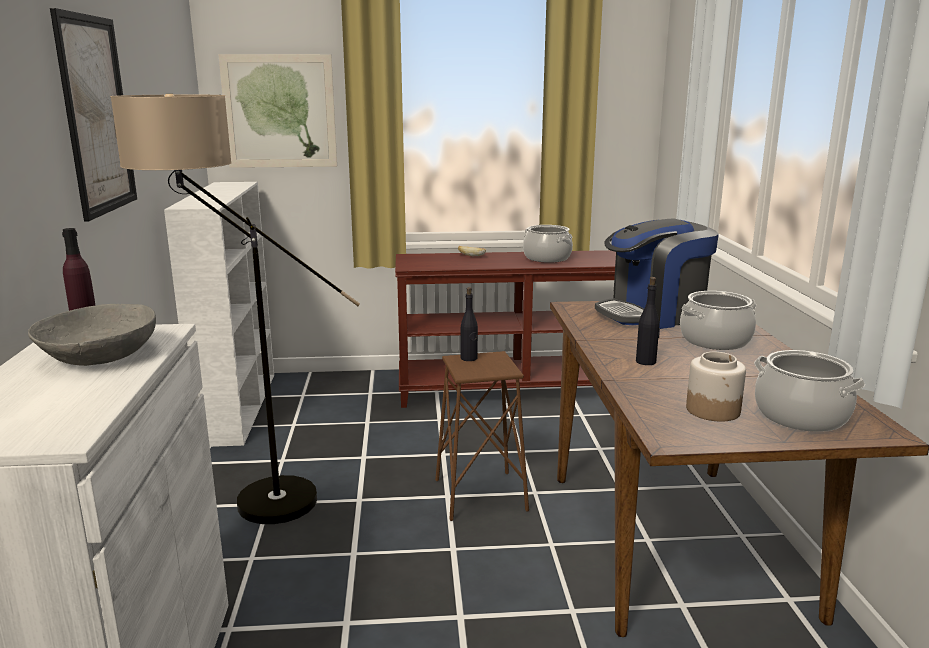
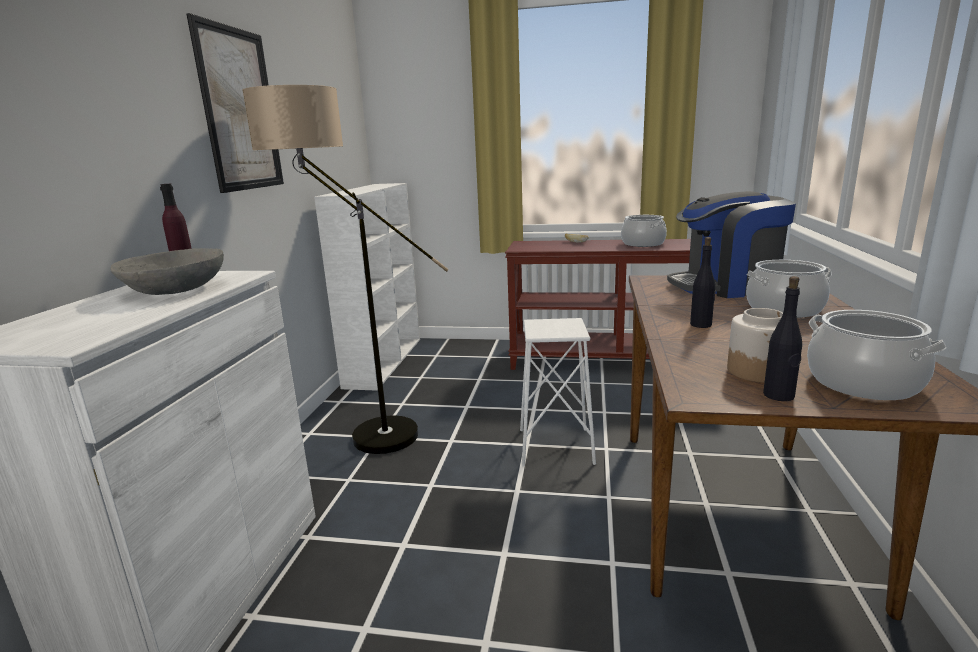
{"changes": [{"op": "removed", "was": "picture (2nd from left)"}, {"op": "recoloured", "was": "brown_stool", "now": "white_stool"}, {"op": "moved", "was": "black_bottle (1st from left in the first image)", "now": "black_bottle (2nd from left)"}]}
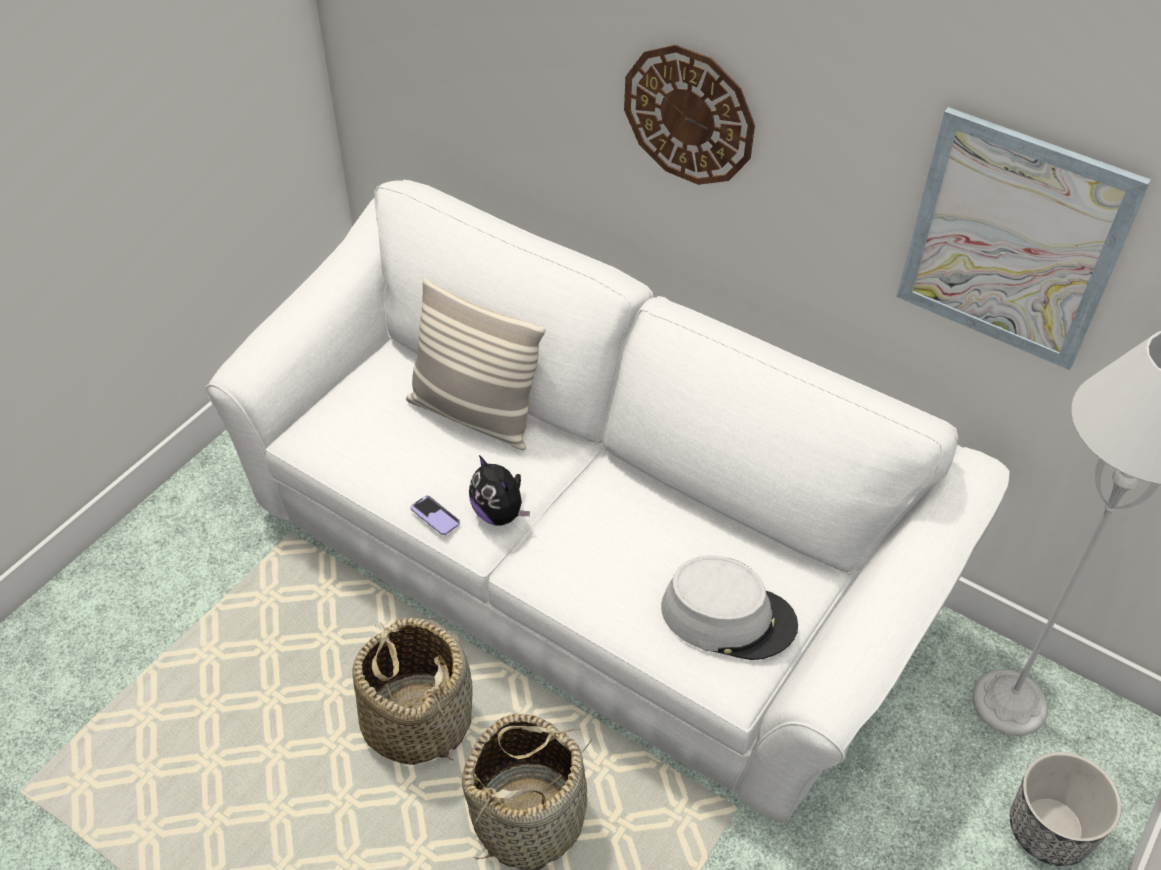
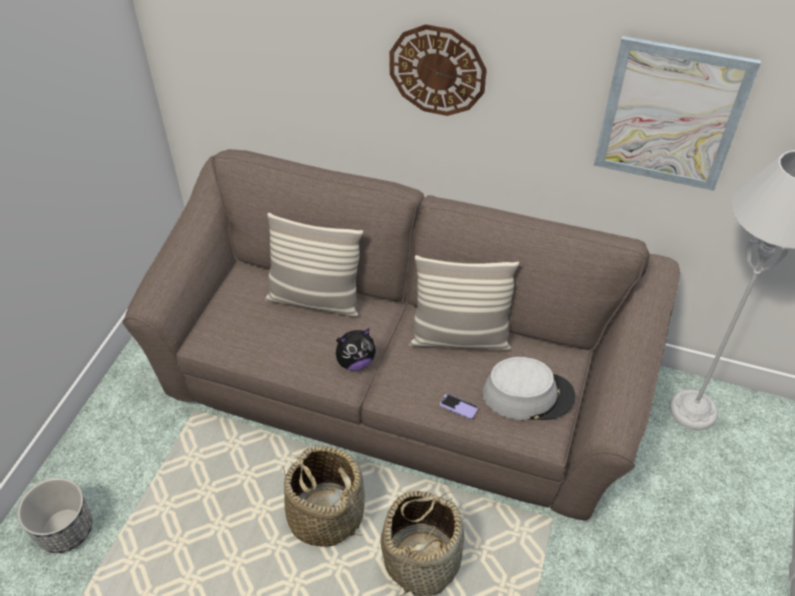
{"changes": [{"op": "recoloured", "was": "white_sofa", "now": "brown_sofa"}, {"op": "moved", "was": "phone"}, {"op": "turned", "was": "plush_toy", "clockwise": -60}, {"op": "moved", "was": "planter"}, {"op": "added", "now": "pillow (2nd from left)"}]}
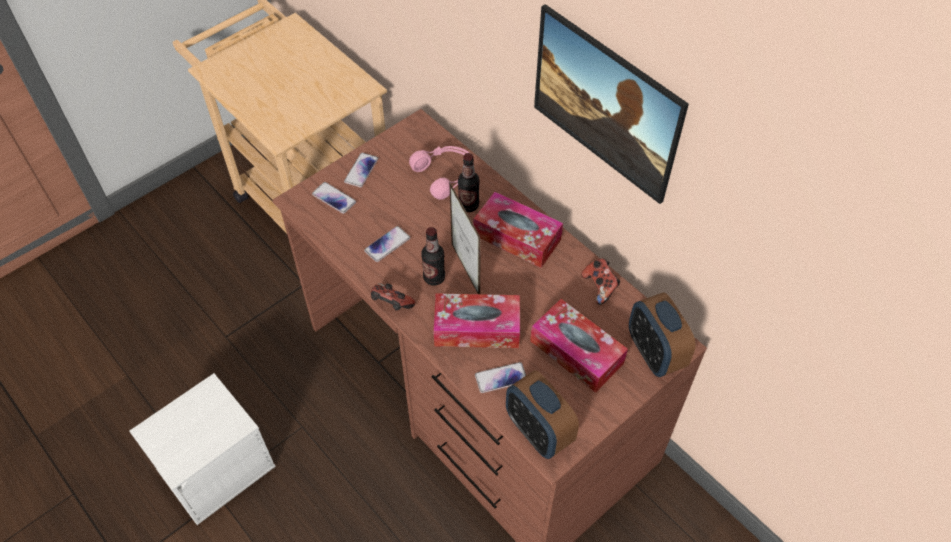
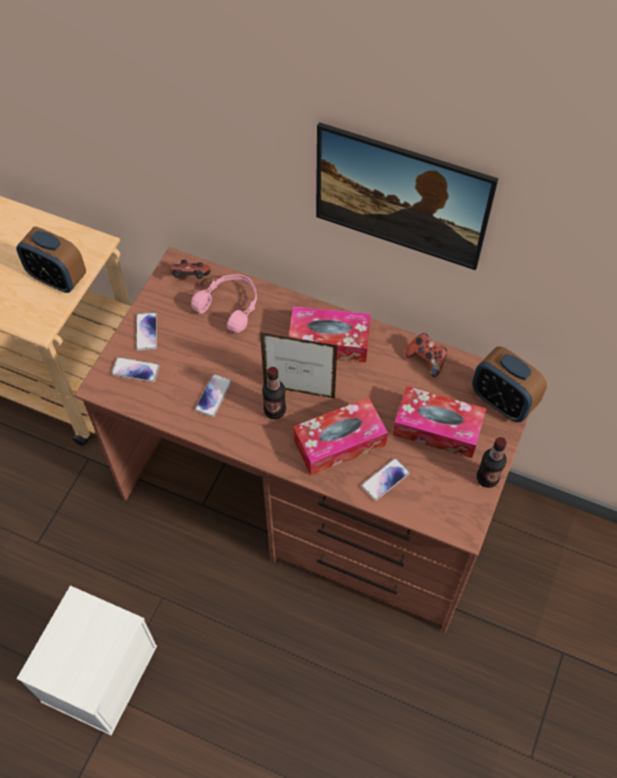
{"changes": [{"op": "moved", "was": "game_controller (1st from left)"}, {"op": "turned", "was": "picture_frame", "clockwise": 150}, {"op": "moved", "was": "bottle (2nd from left)"}, {"op": "moved", "was": "alarm_clock (1st from left)"}]}
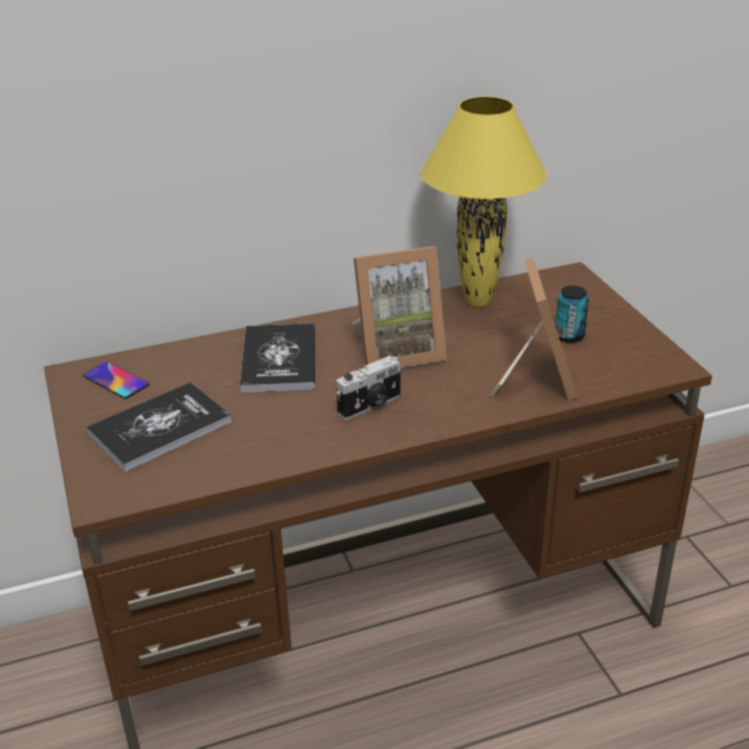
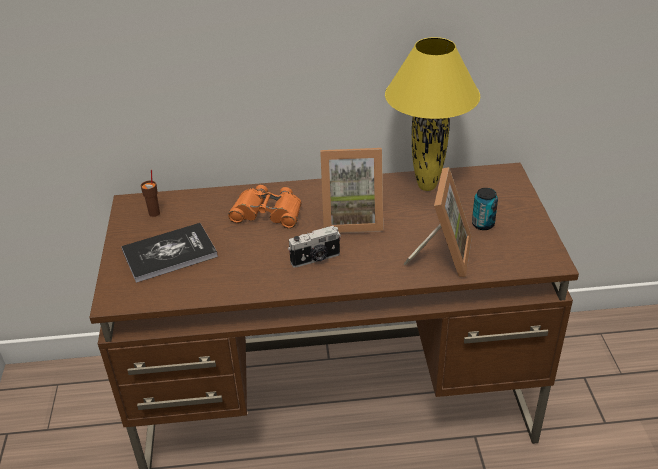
{"changes": [{"op": "replaced", "was": "phone", "now": "brown_cup"}, {"op": "replaced", "was": "book (2nd from left)", "now": "orange_binoculars"}]}
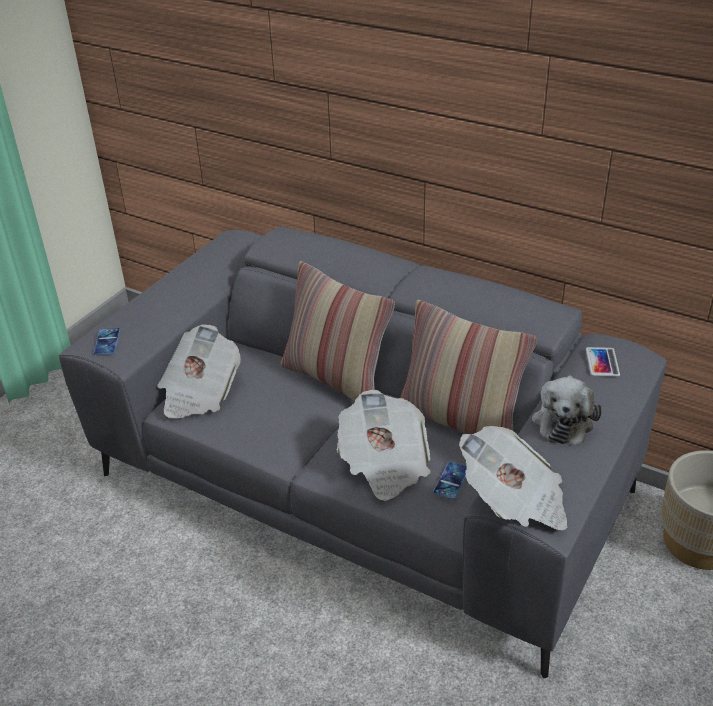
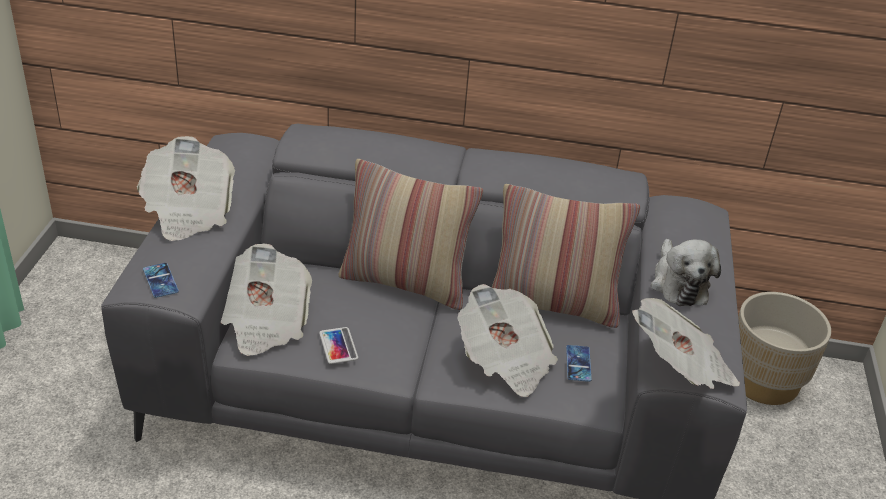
{"changes": [{"op": "moved", "was": "phone (3rd from left in the first image)", "now": "phone (2nd from left)"}, {"op": "added", "now": "newspaper (1st from left)"}]}
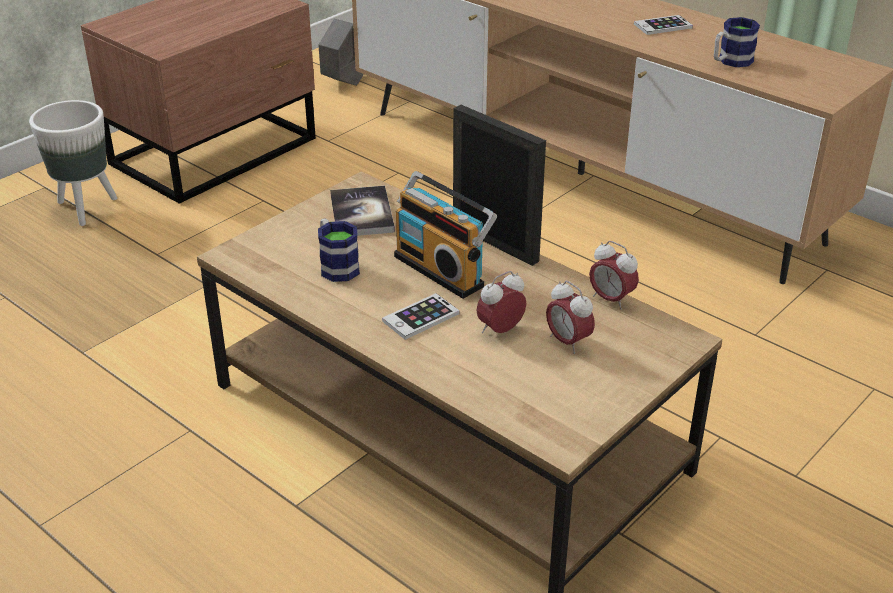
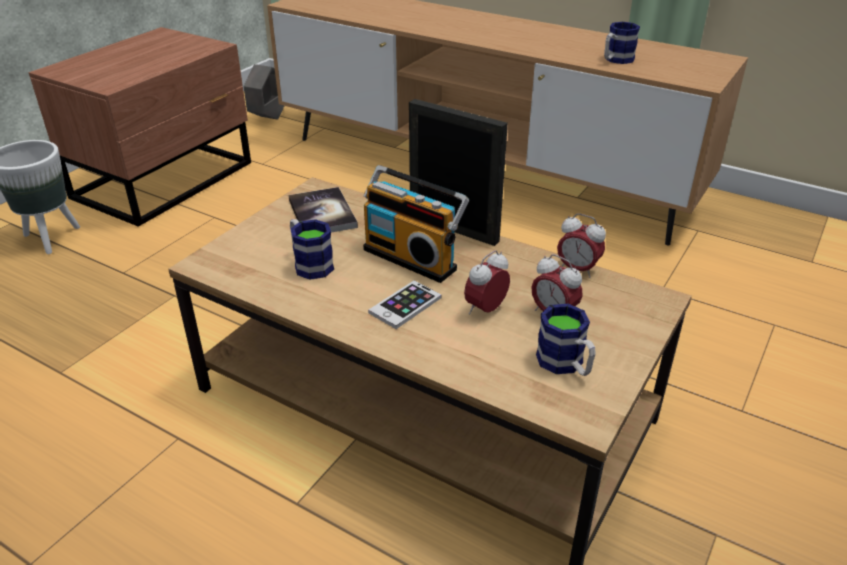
{"changes": [{"op": "removed", "was": "phone (2nd from left)"}, {"op": "added", "now": "mug (2nd from left)"}]}
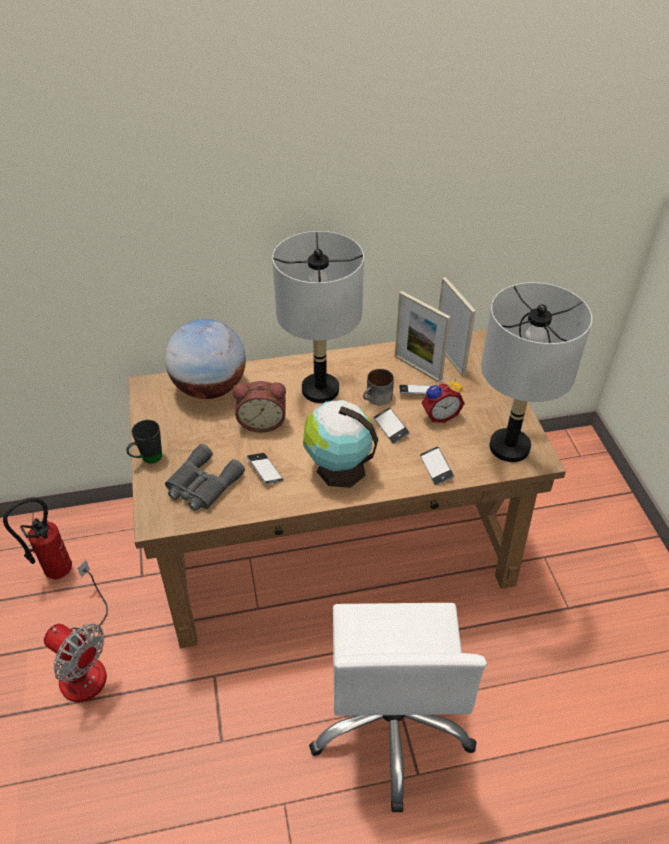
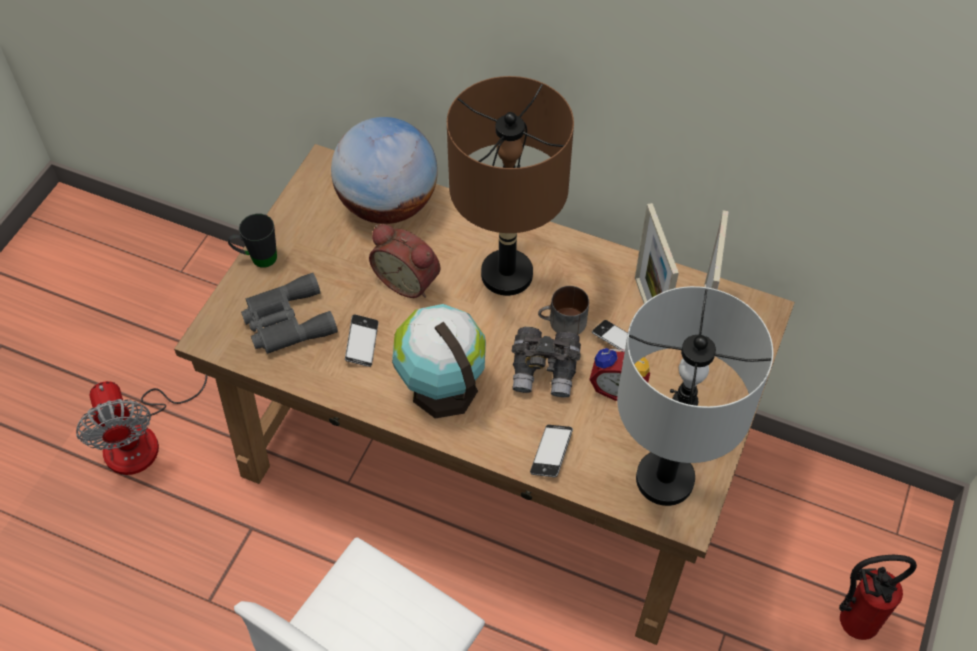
{"changes": [{"op": "moved", "was": "fire_extinguisher"}, {"op": "recoloured", "was": "grey_table_lamp (1st from left)", "now": "brown_table_lamp"}, {"op": "replaced", "was": "phone (2nd from left)", "now": "grey_binoculars (2nd from left)"}]}
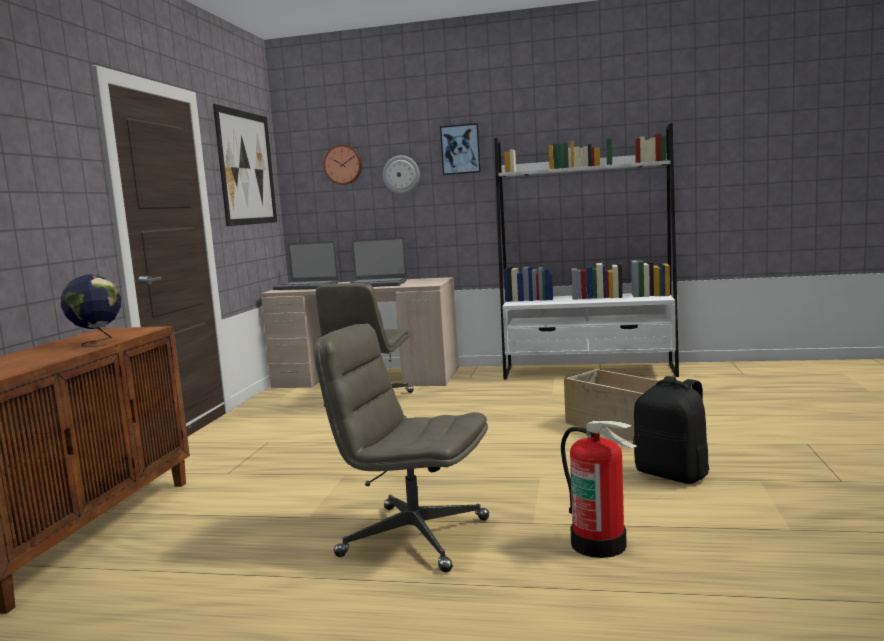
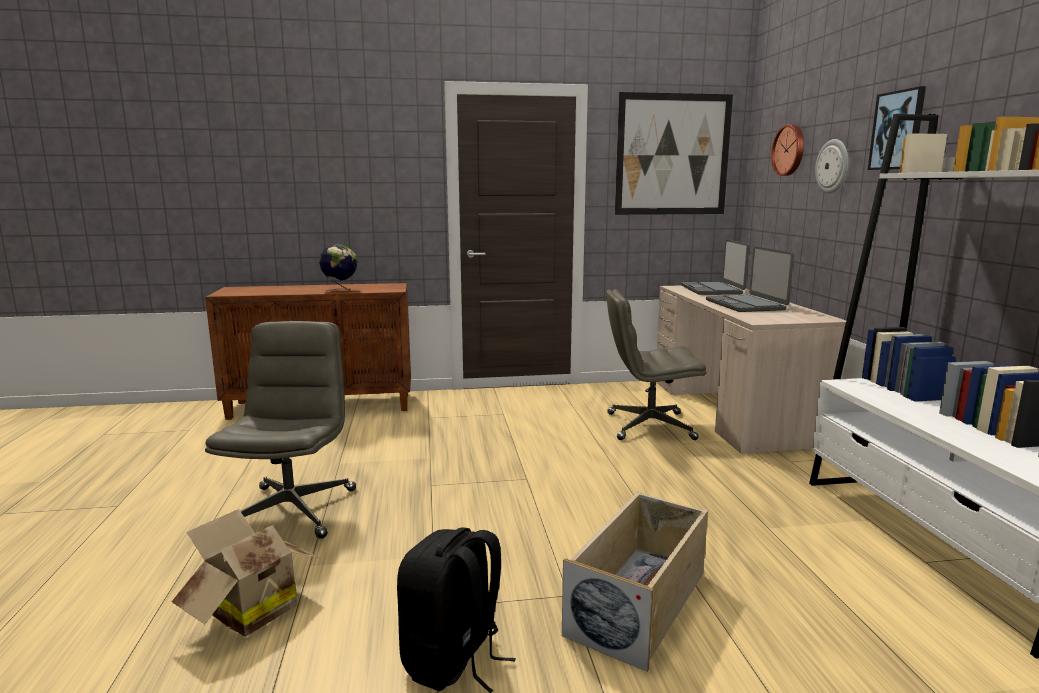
{"changes": [{"op": "replaced", "was": "fire_extinguisher", "now": "cardboard_box"}]}
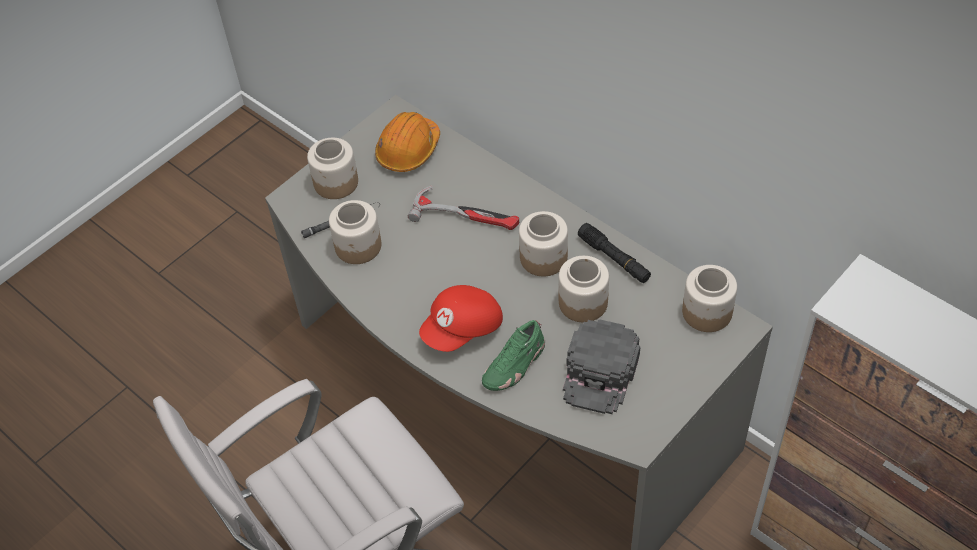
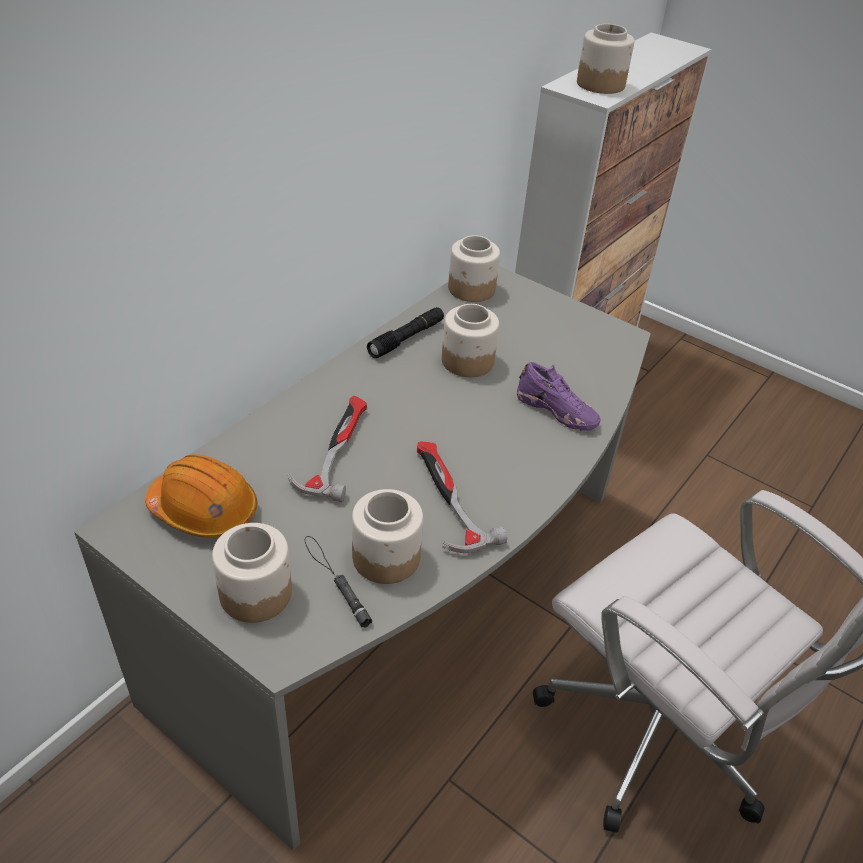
{"changes": [{"op": "removed", "was": "red_cap"}, {"op": "recoloured", "was": "green_shoe", "now": "purple_shoe"}, {"op": "moved", "was": "jar (3rd from left in the first image)", "now": "jar (5th from left)"}, {"op": "removed", "was": "black_cap"}, {"op": "added", "now": "hammer (2nd from left)"}]}
